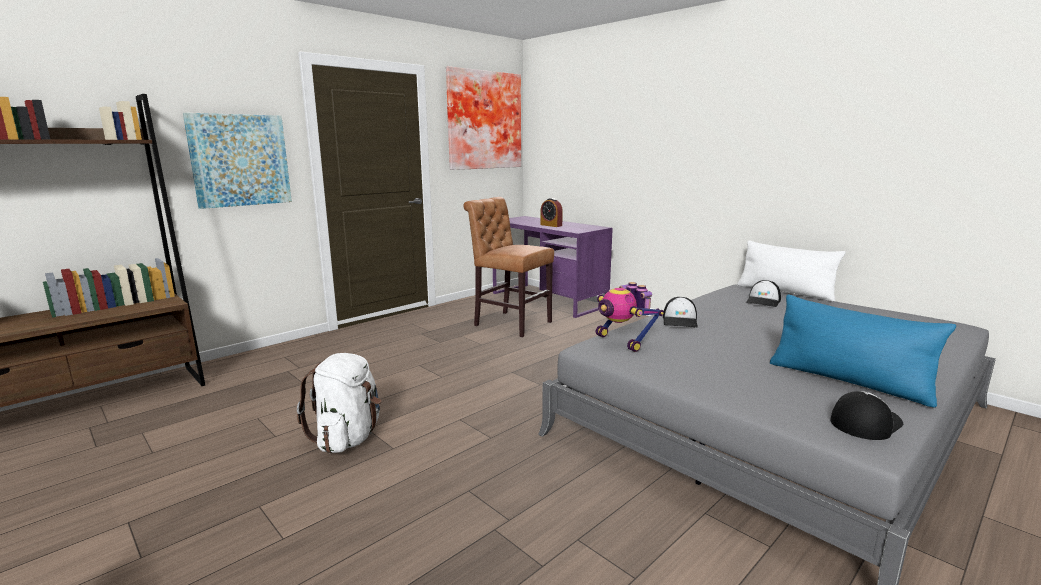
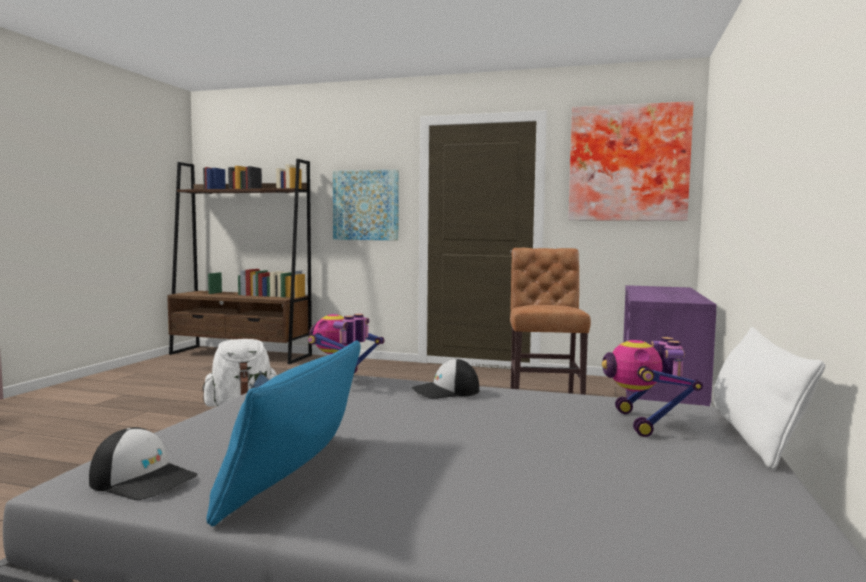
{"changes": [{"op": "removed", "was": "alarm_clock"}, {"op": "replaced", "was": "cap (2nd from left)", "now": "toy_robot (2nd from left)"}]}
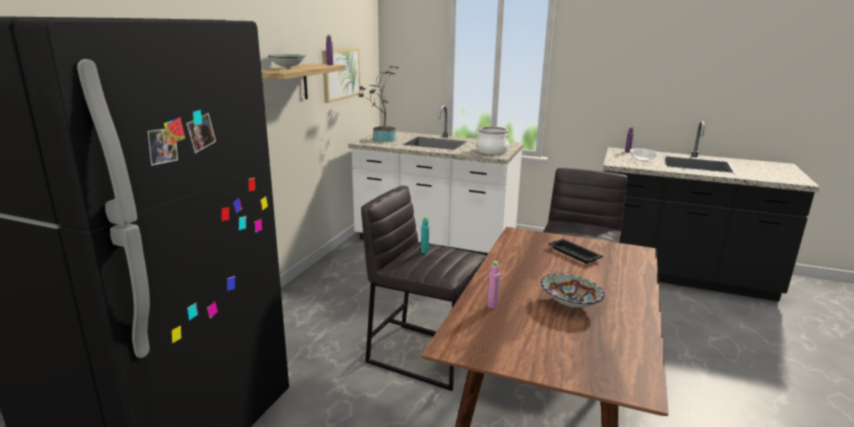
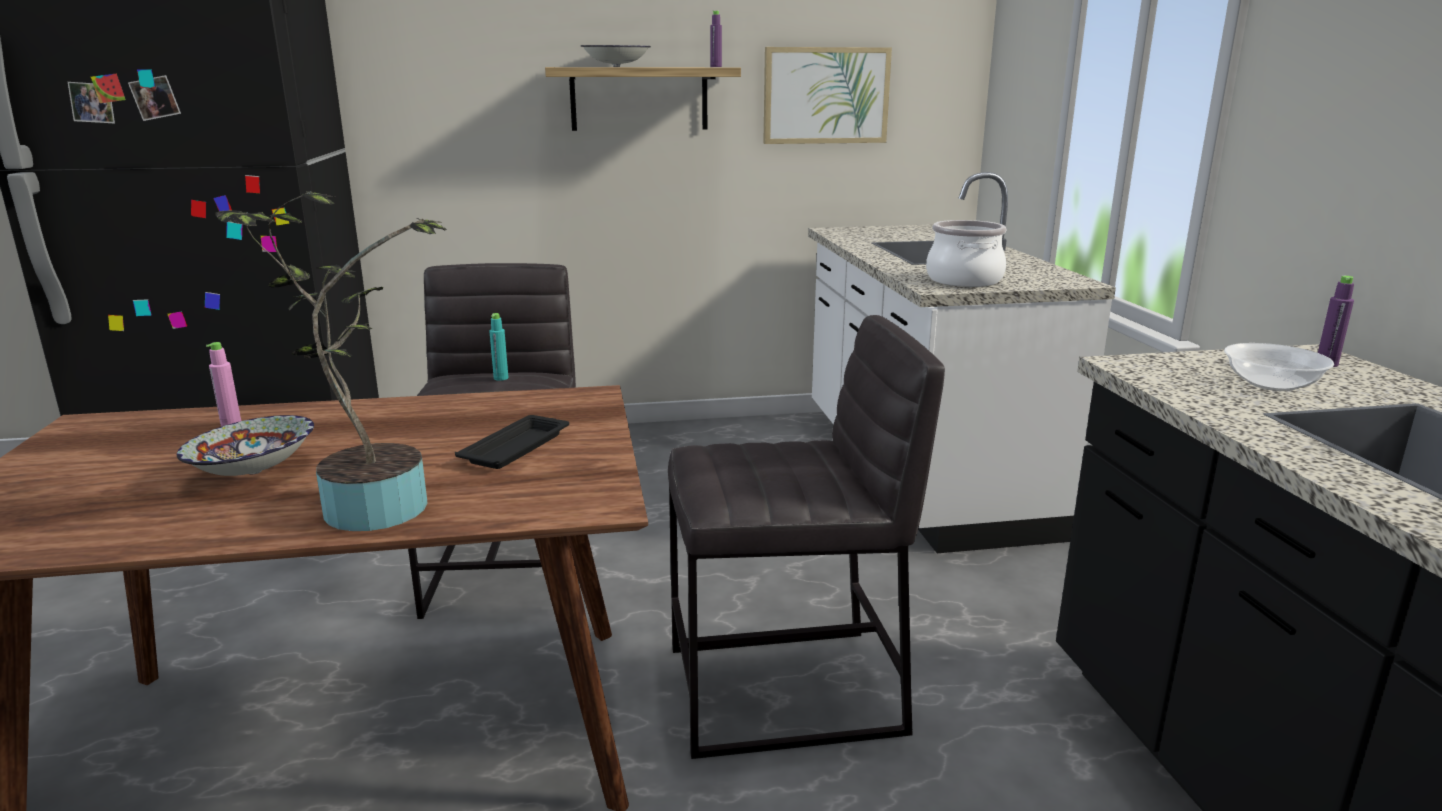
{"changes": [{"op": "moved", "was": "potted_plant"}]}
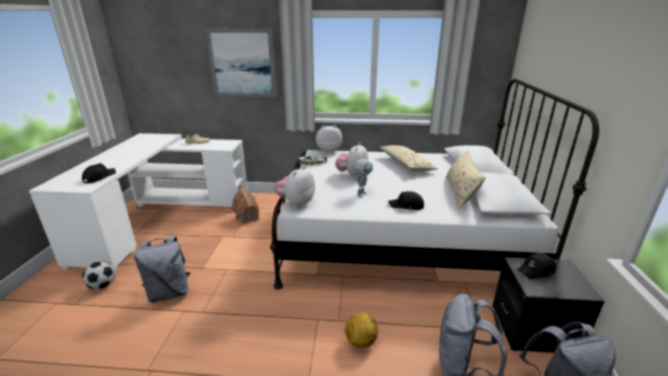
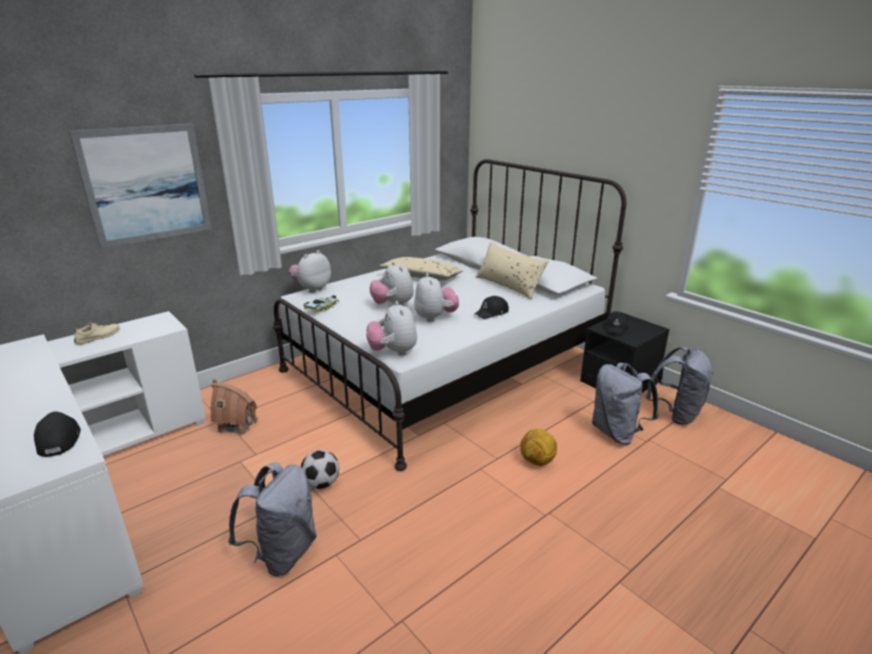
{"changes": [{"op": "moved", "was": "football (1st from left)"}, {"op": "replaced", "was": "toy_robot", "now": "plush_toy (4th from left)"}]}
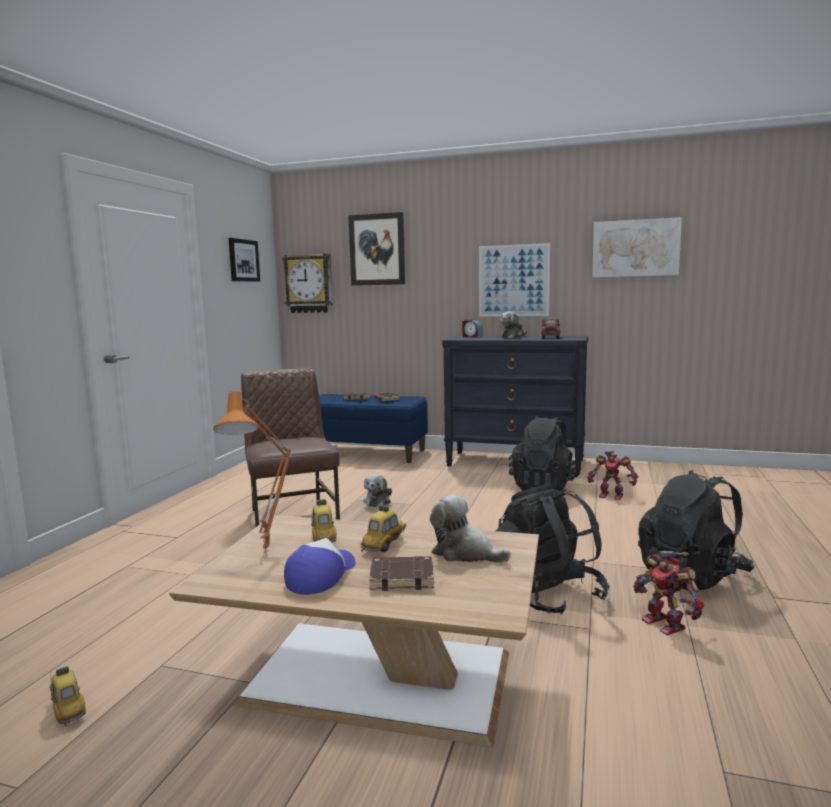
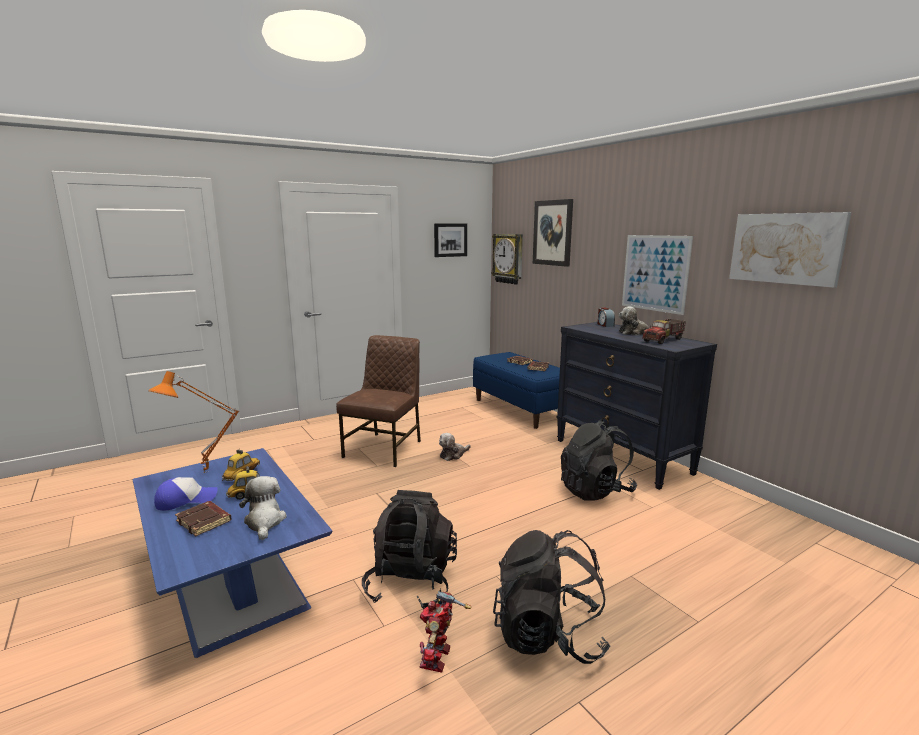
{"changes": [{"op": "removed", "was": "toy_car (1st from left)"}, {"op": "recoloured", "was": "brown_coffee_table", "now": "blue_coffee_table"}, {"op": "removed", "was": "toy_robot (1st from left)"}]}
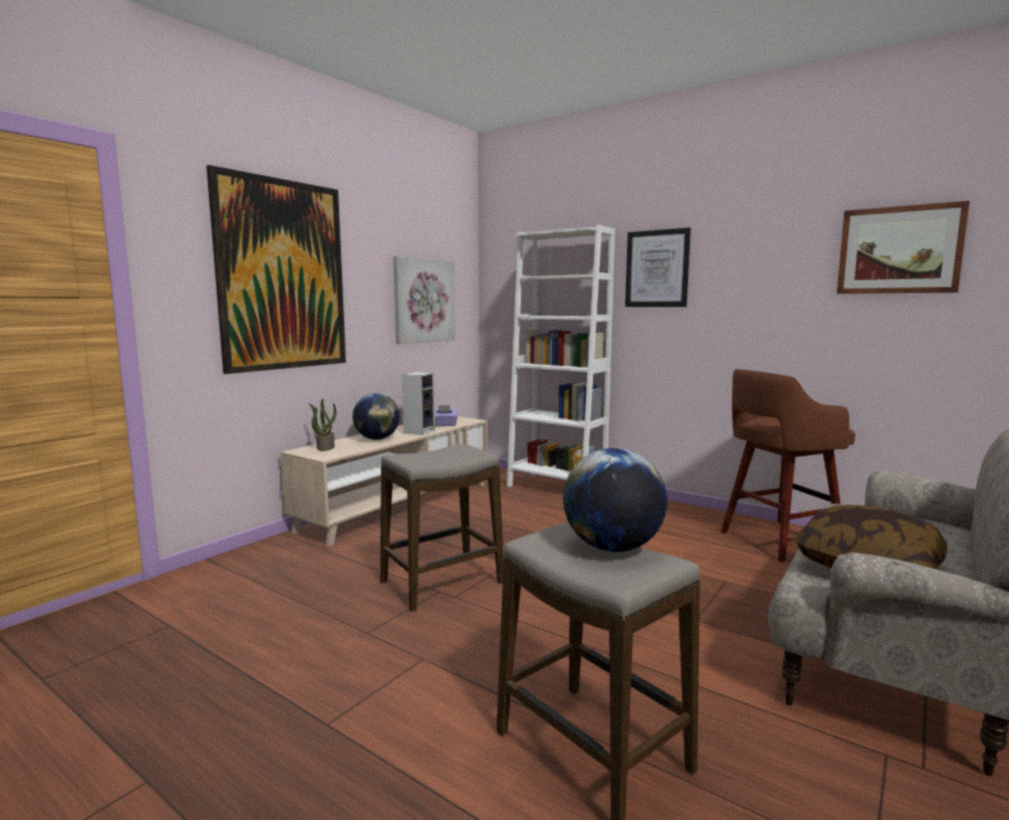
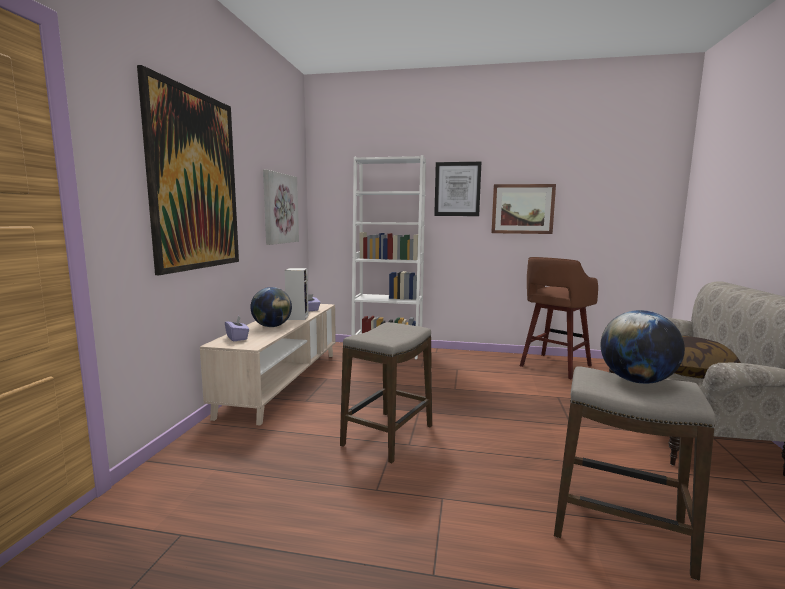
{"changes": [{"op": "replaced", "was": "potted_plant", "now": "purple_tissue_box (1st from left)"}, {"op": "moved", "was": "picture (4th from left)"}]}
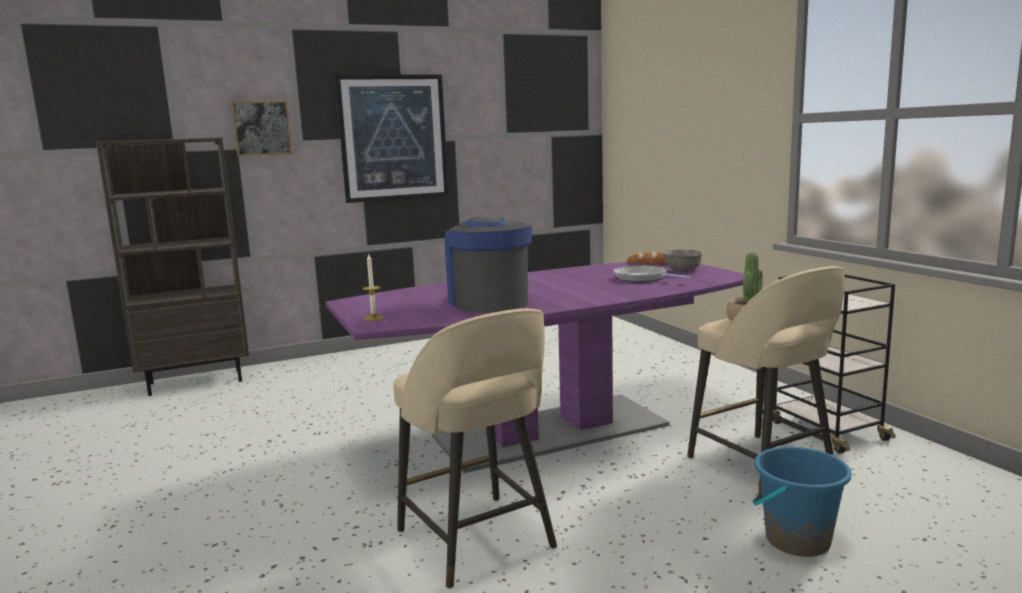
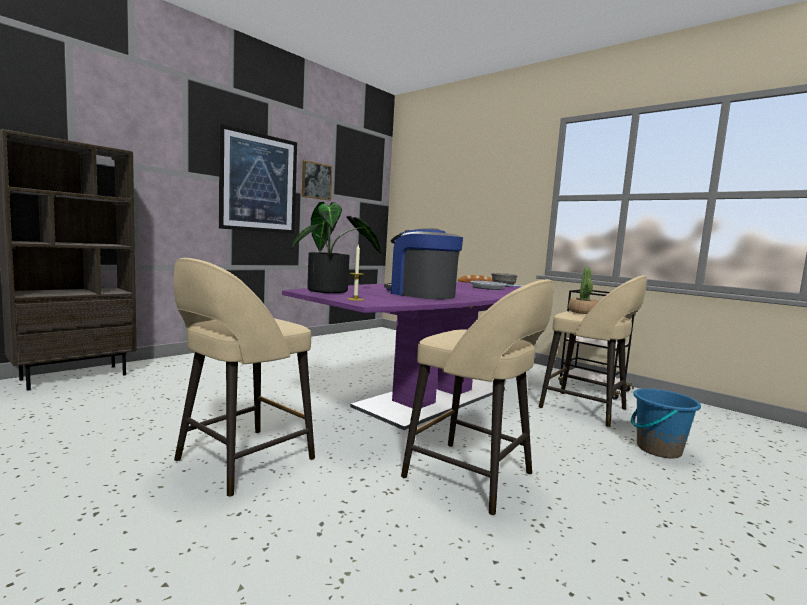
{"changes": [{"op": "moved", "was": "picture (1st from left in the first image)", "now": "picture (2nd from left)"}, {"op": "added", "now": "beige_stool (1st from left)"}, {"op": "added", "now": "potted_plant (1st from left)"}]}
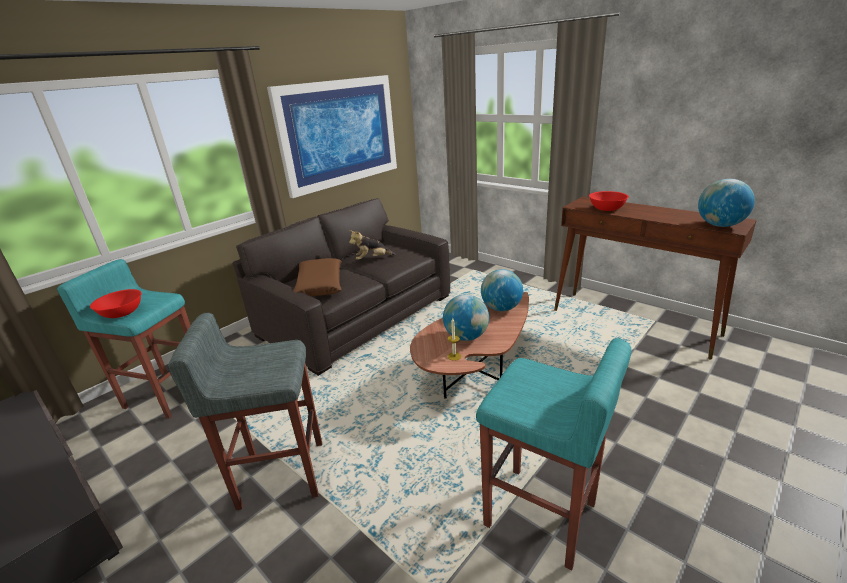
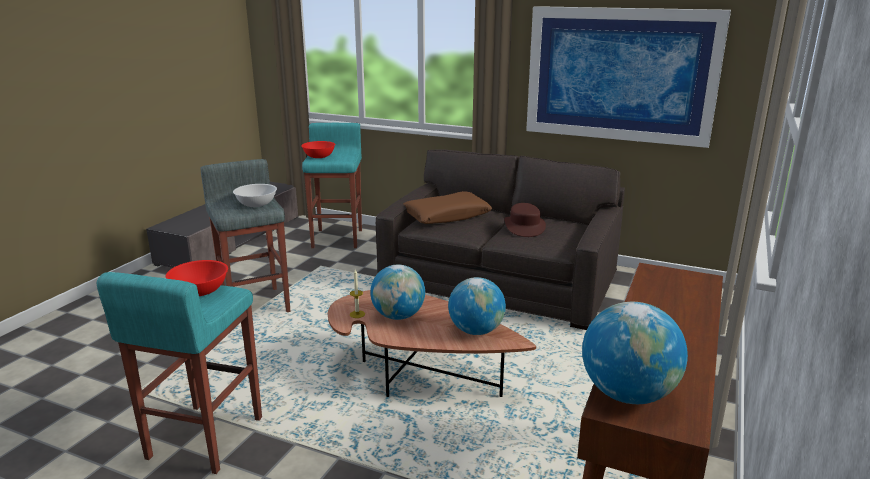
{"changes": [{"op": "replaced", "was": "plush_toy", "now": "brown_hat"}, {"op": "moved", "was": "red_bowl (2nd from left in the first image)", "now": "red_bowl (1st from left)"}, {"op": "added", "now": "white_bowl"}]}
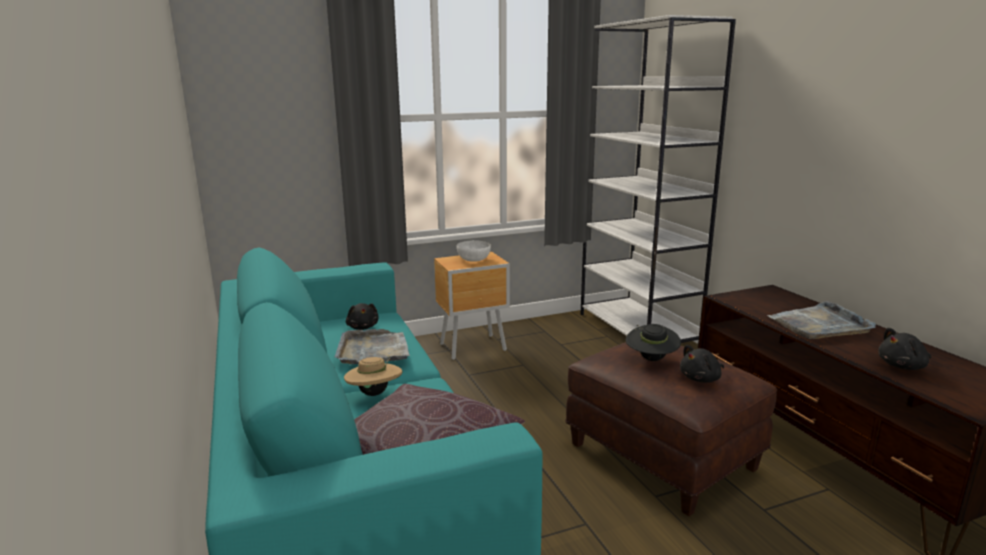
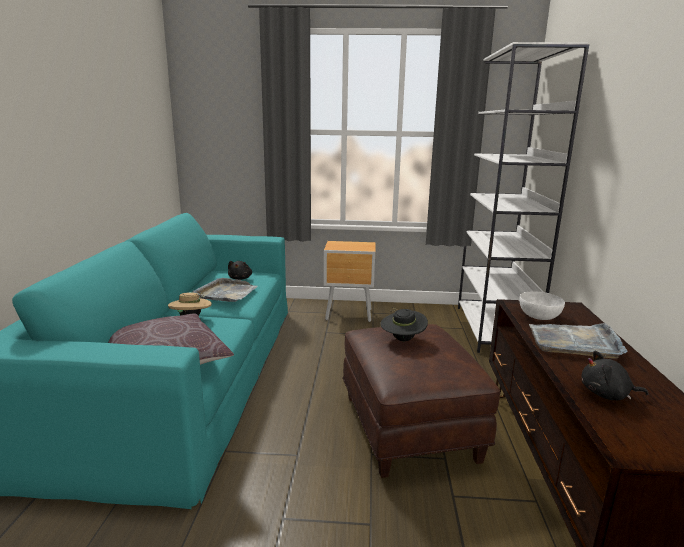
{"changes": [{"op": "moved", "was": "white_bowl"}, {"op": "removed", "was": "black_plush_toy (2nd from left)"}]}
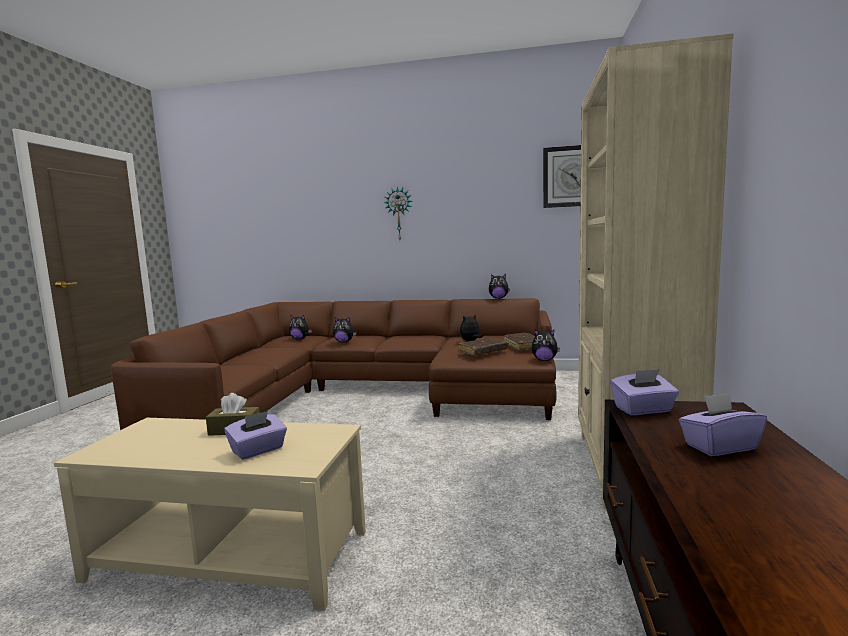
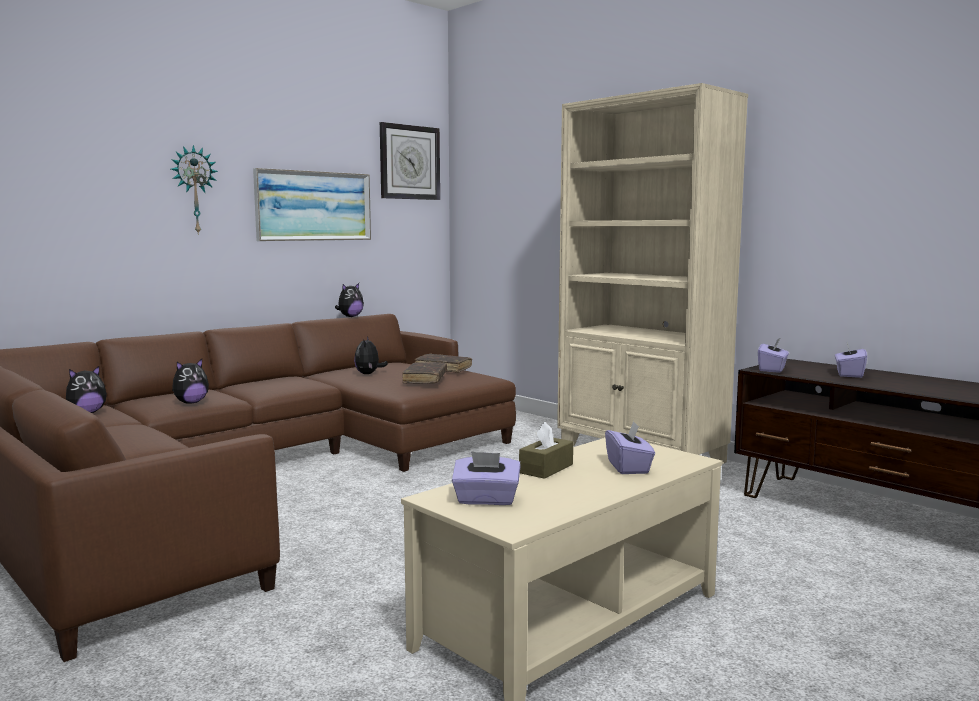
{"changes": [{"op": "removed", "was": "plush_toy (5th from left)"}, {"op": "added", "now": "picture"}, {"op": "added", "now": "purple_tissue_box (1st from left)"}]}
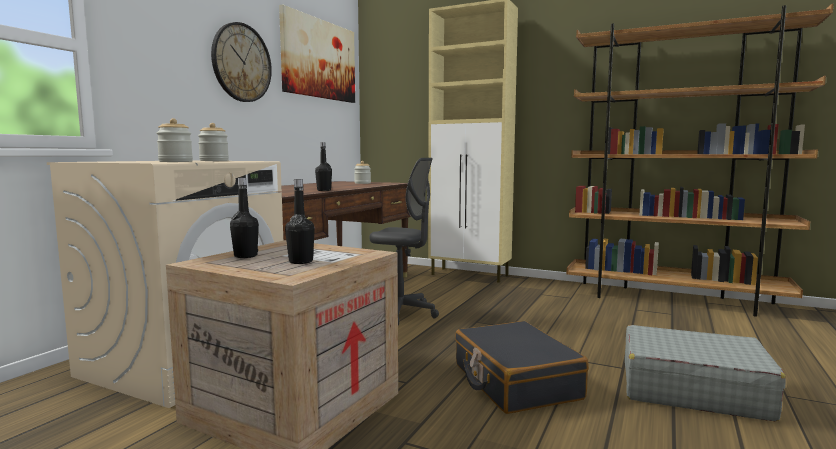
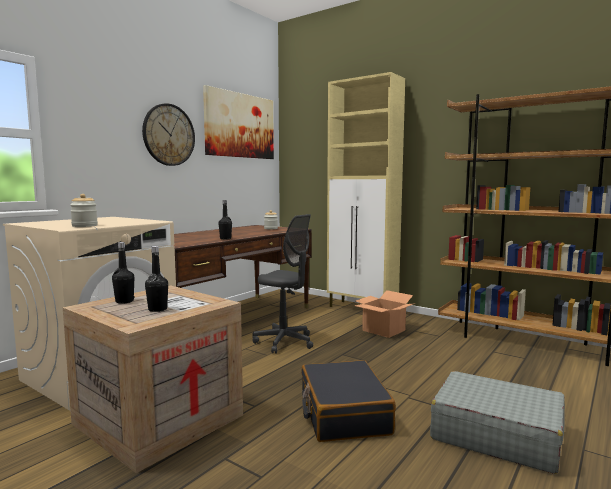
{"changes": [{"op": "removed", "was": "jar (2nd from left)"}, {"op": "added", "now": "cardboard_box"}]}
